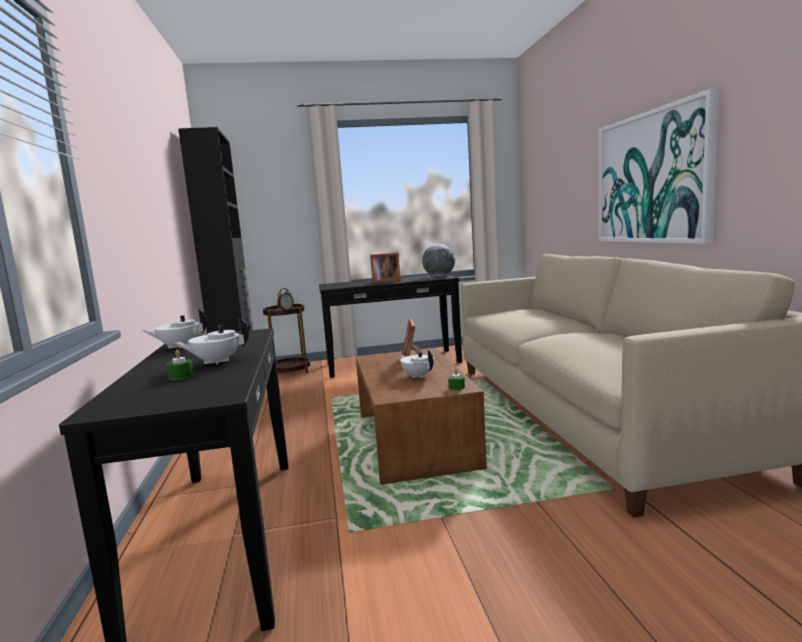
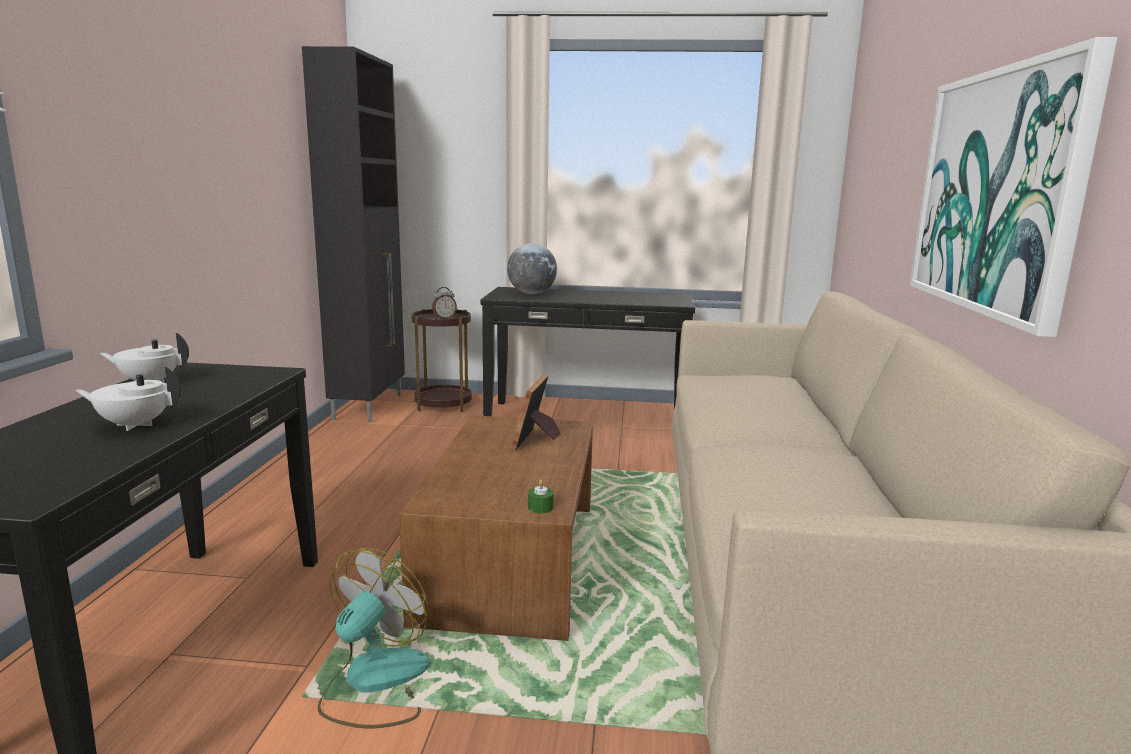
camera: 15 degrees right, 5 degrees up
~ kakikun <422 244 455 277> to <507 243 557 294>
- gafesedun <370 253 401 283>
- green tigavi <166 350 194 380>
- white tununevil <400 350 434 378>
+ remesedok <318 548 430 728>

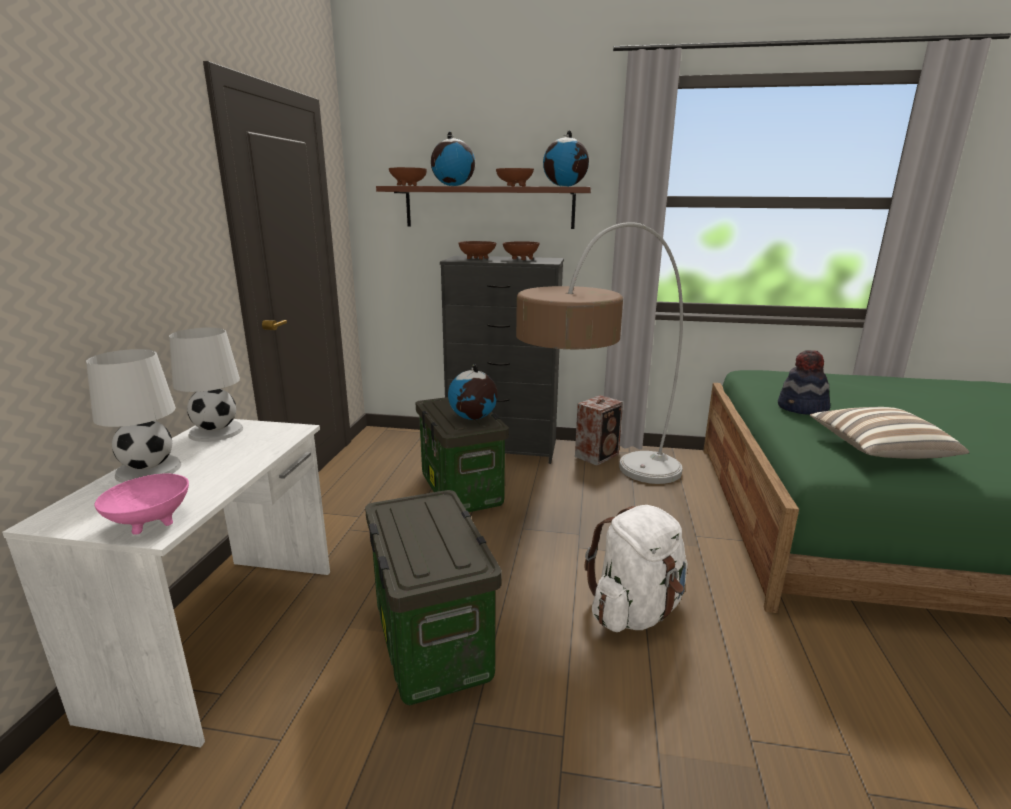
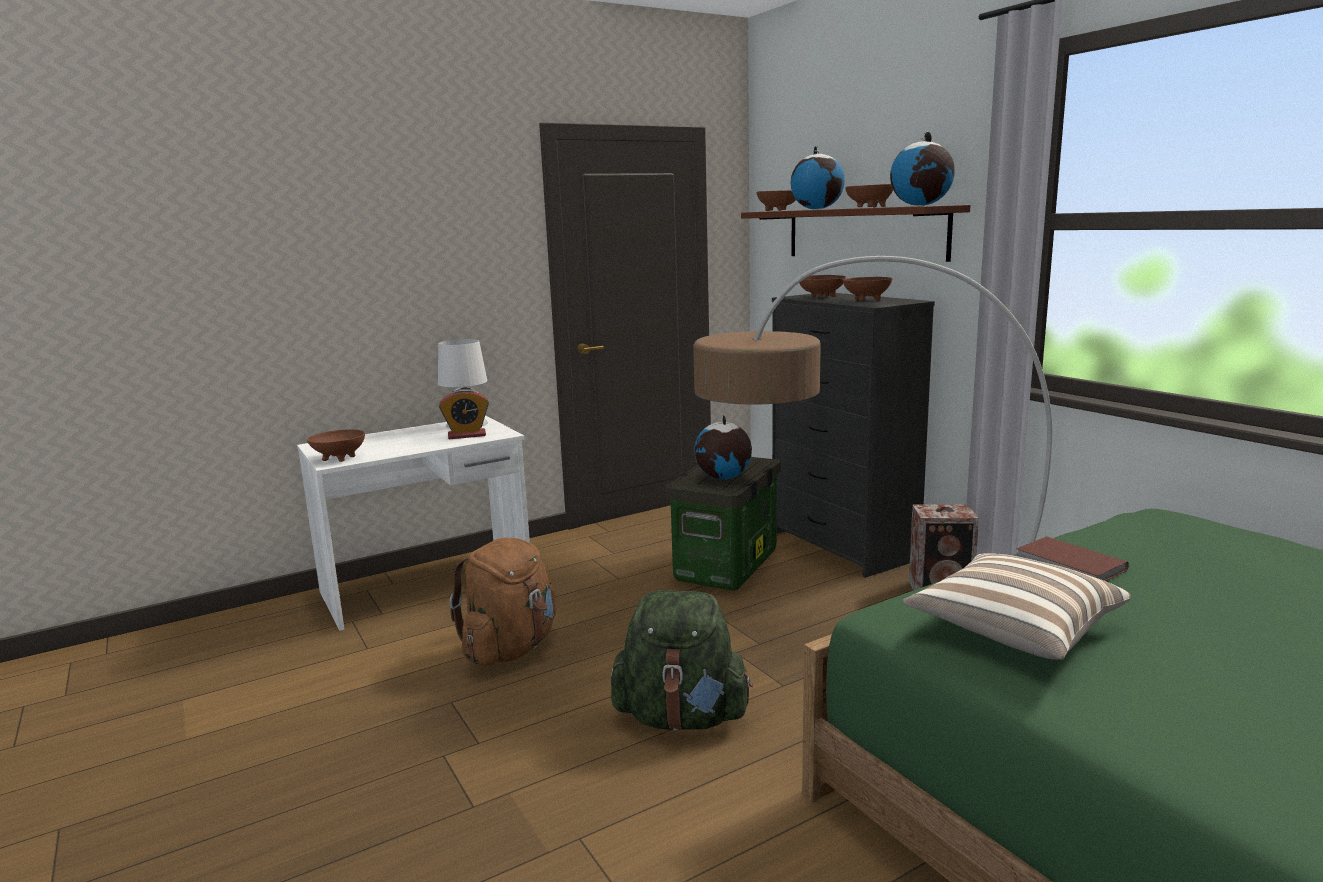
camera: 50 degrees right, 5 degrees down
- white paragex <86 349 181 483>
~ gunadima <778 350 830 415> to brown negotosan <1016 536 1129 581>
~ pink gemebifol <94 473 189 535> to brown gemebifol <307 429 365 462>
~ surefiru <365 490 502 705> to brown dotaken <449 538 556 666>
~ white dotaken <584 505 688 632> to green dotaken <611 590 753 731>
+ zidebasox <439 389 489 439>

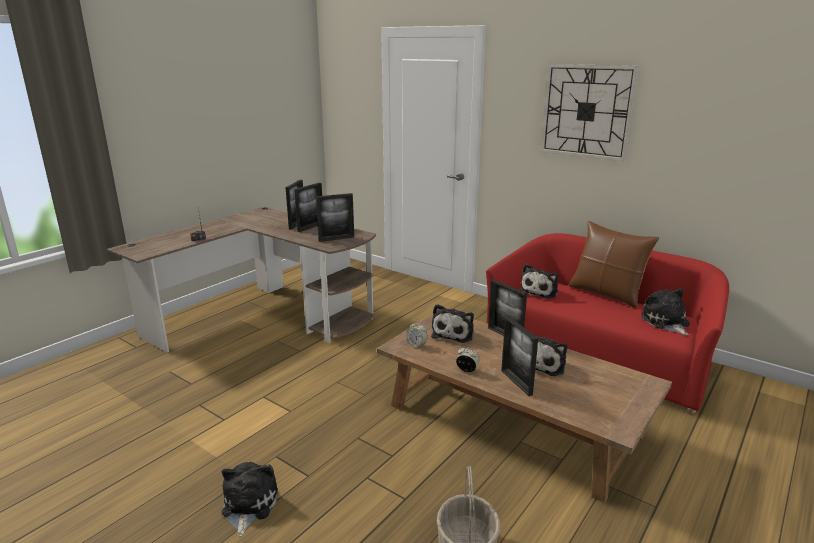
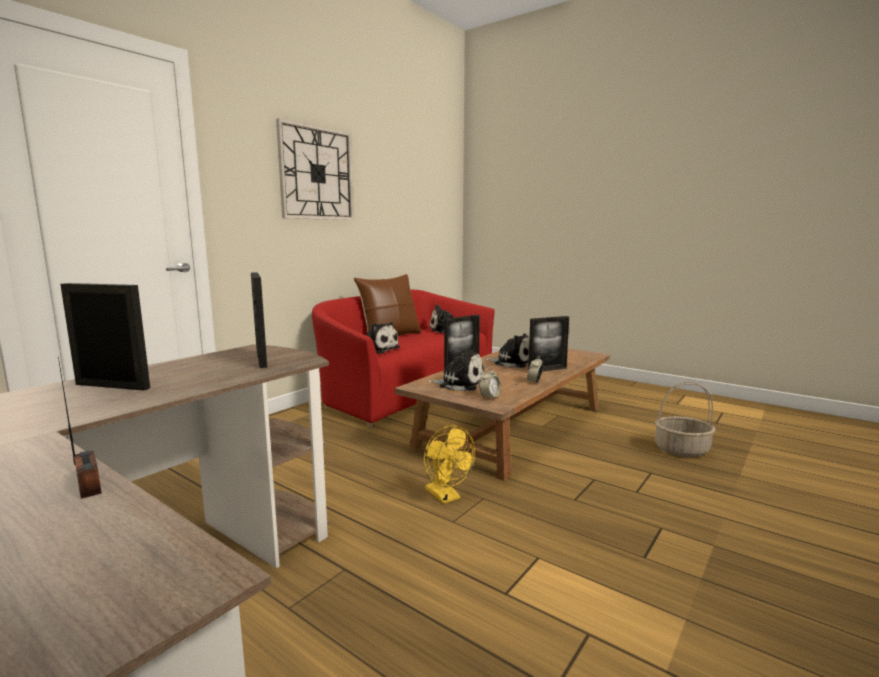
camera: 90 degrees left, 10 degrees down
- gafesedun <294 183 322 232>
- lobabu <221 462 278 536>
+ yellow remesedok <424 425 475 504>

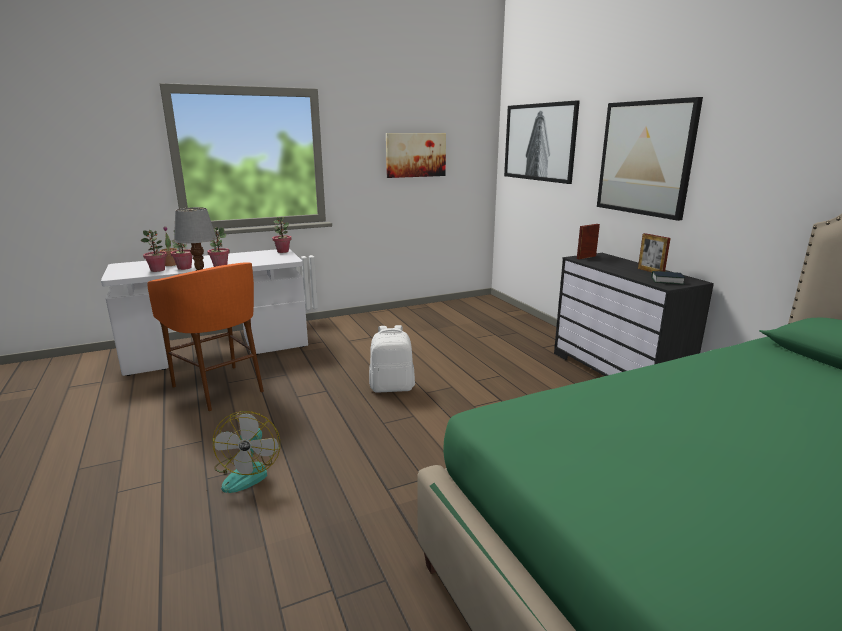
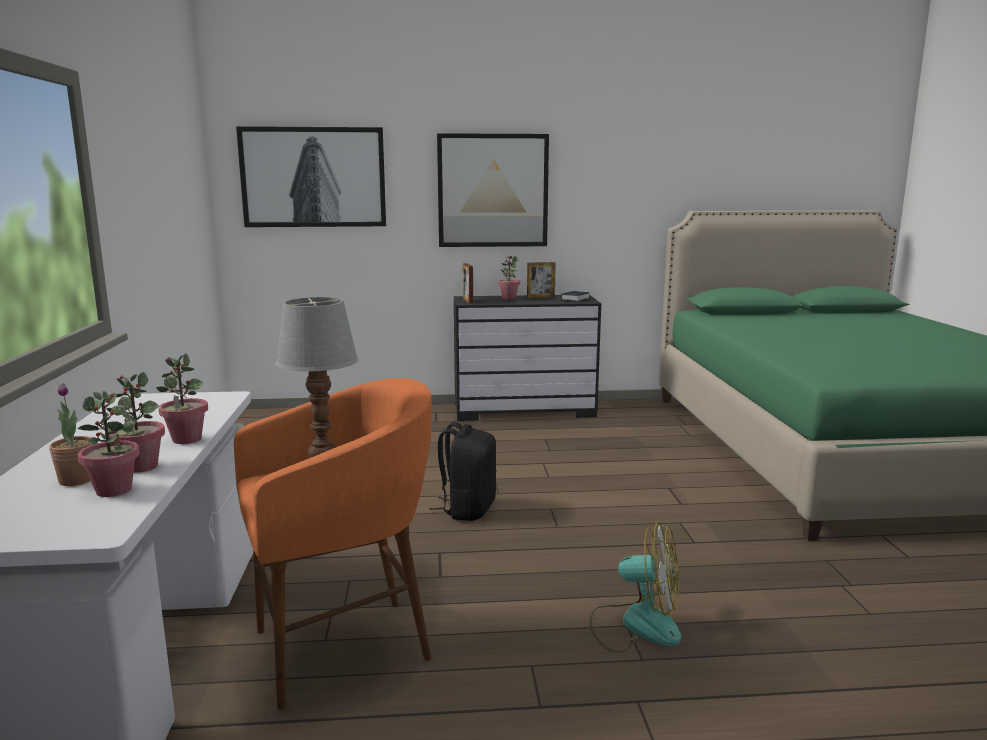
camera: 70 degrees left, 5 degrees down
- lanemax <386 133 446 178>
~ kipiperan <272 217 292 253> to <498 256 520 300>
~ white dotaken <369 325 415 393> to black dotaken <429 422 497 521>

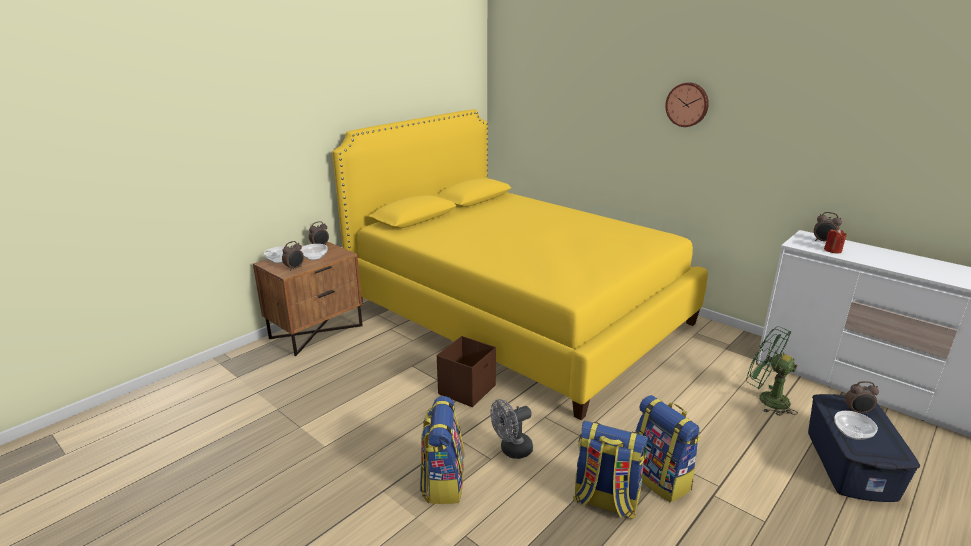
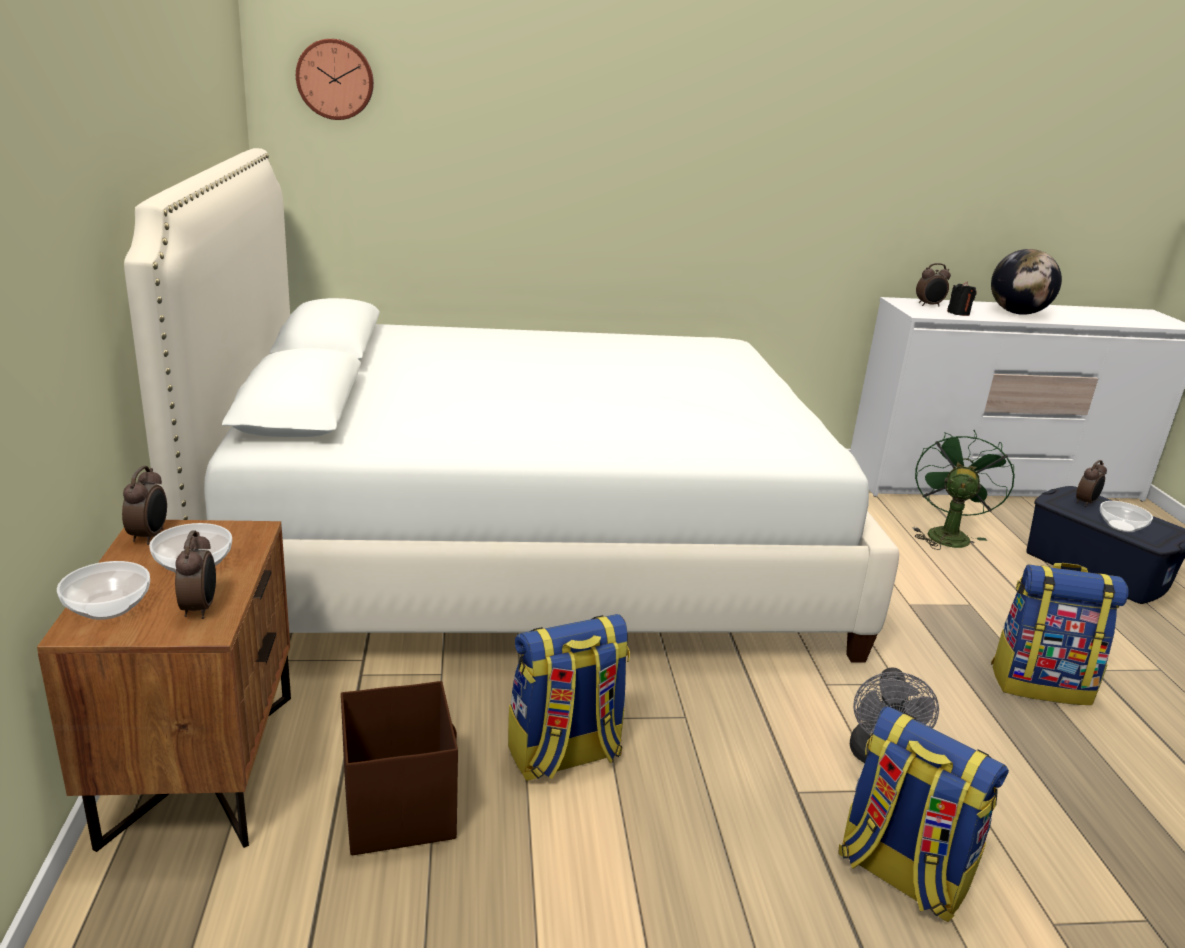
camera: 50 degrees left, 0 degrees up
~ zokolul <665 82 709 127> to <296 39 374 120>
~ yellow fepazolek <332 109 708 420> to white fepazolek <124 148 899 663>
~ red tigavi <824 228 847 254> to black tigavi <947 282 977 316>
~ green remesedok <746 326 798 416> = <912 430 1015 550> 120 degrees clockwise
~ brown surefiru <437 336 496 407> to <341 681 458 855>
~ dotaken <573 421 648 519> to <508 614 630 781>
+ kakikun <991 249 1062 315>

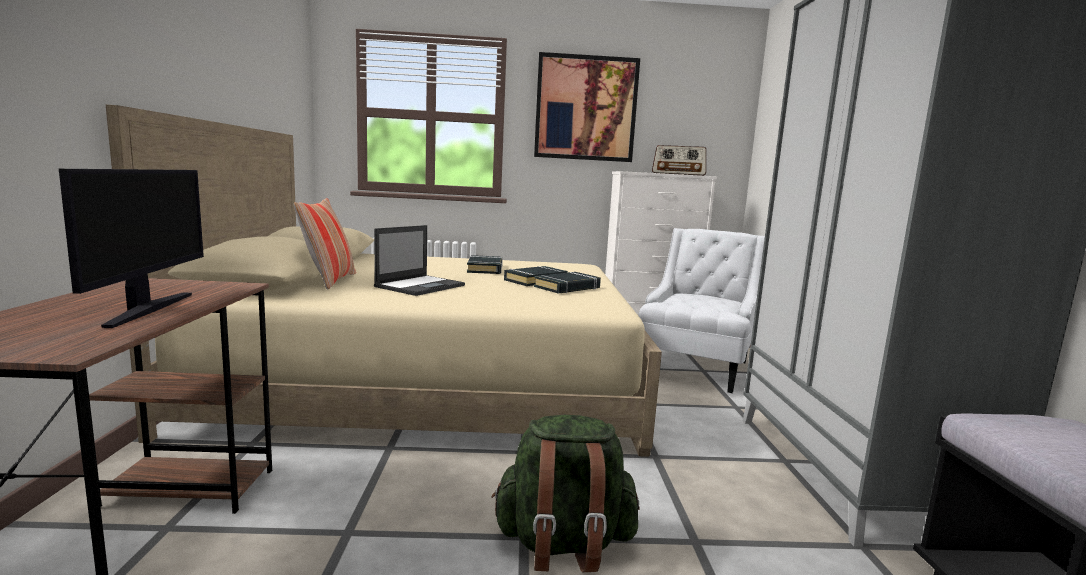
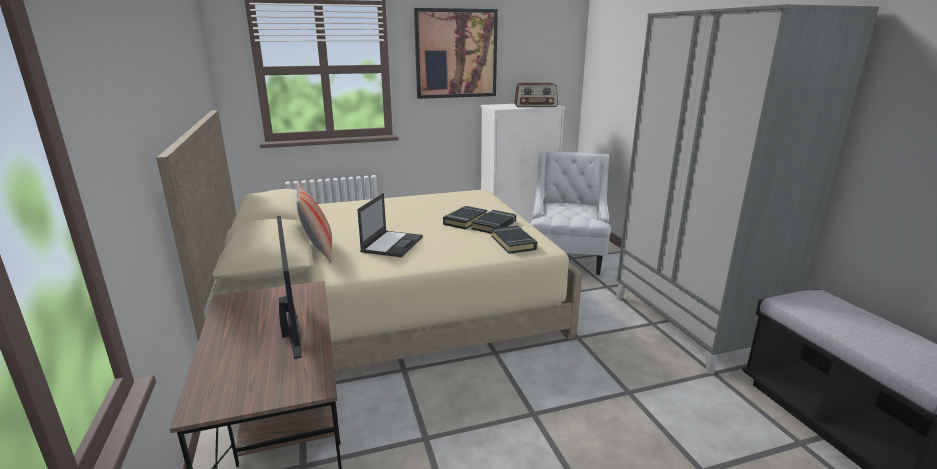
camera: 15 degrees left, 10 degrees up
~ black negotosan <467 255 503 274> to <491 226 537 254>
- green dotaken <492 415 640 572>

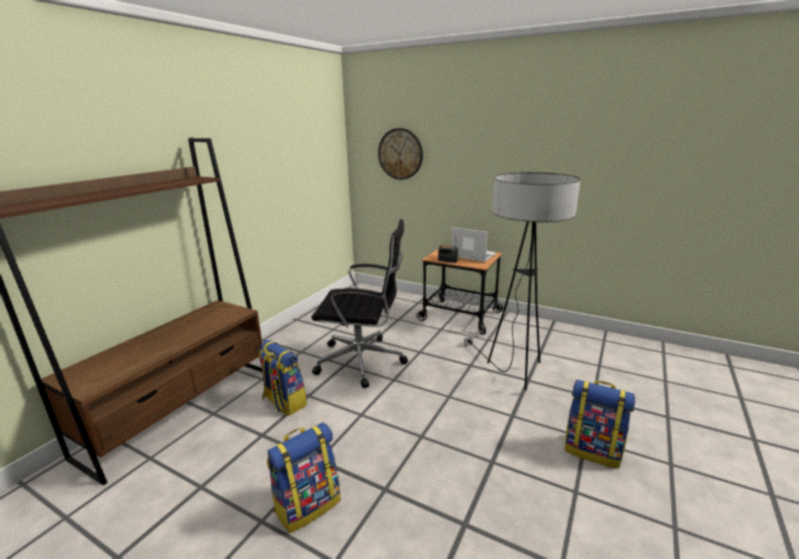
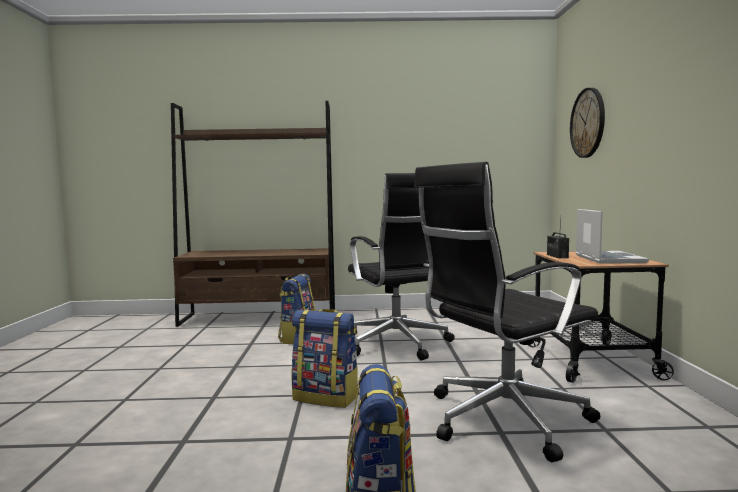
camera: 60 degrees right, 15 degrees down
~ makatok <464 172 581 390> to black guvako <414 162 600 462>
~ dotaken <267 422 340 533> to <291 309 359 408>

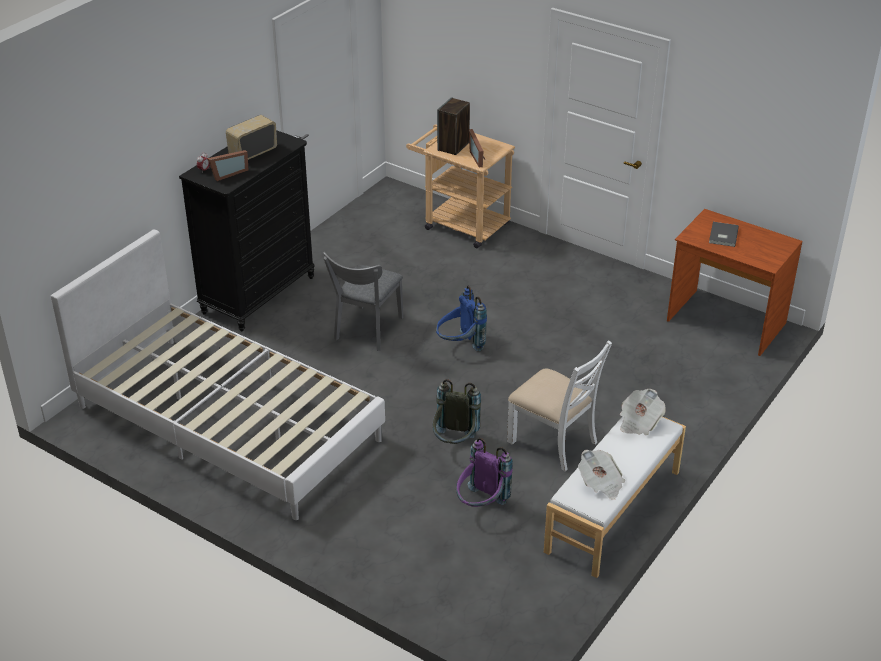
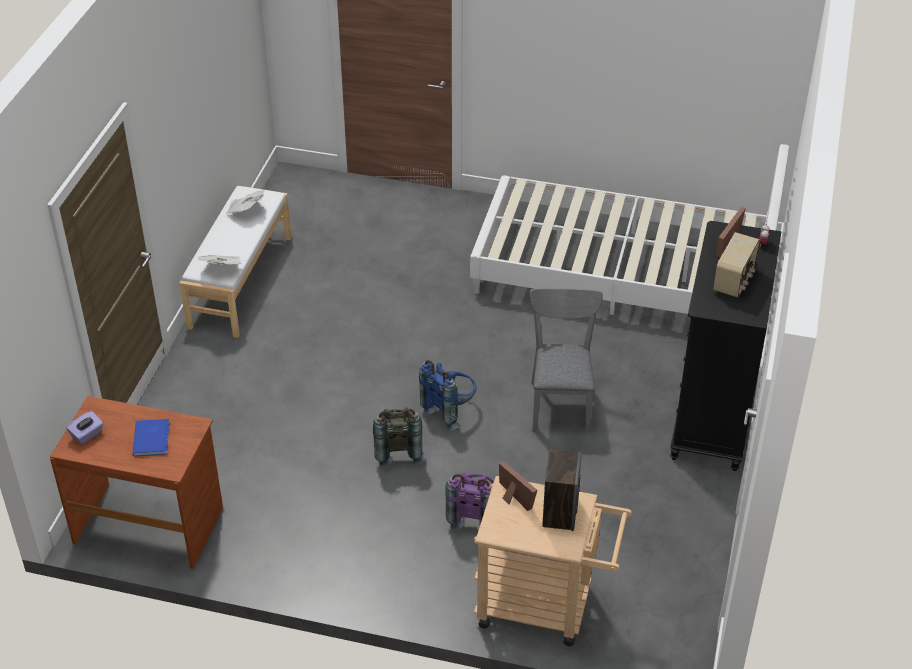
camera: 160 degrees right, 5 degrees up
~ grey negotosan <709 222 739 247> to blue negotosan <133 419 169 456>
- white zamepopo <507 340 612 471>
~ grey dotaken <433 379 481 444> to <373 407 425 468>
~ purple dotaken <456 438 513 507> to <445 472 494 531>
+ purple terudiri <67 411 103 445>

